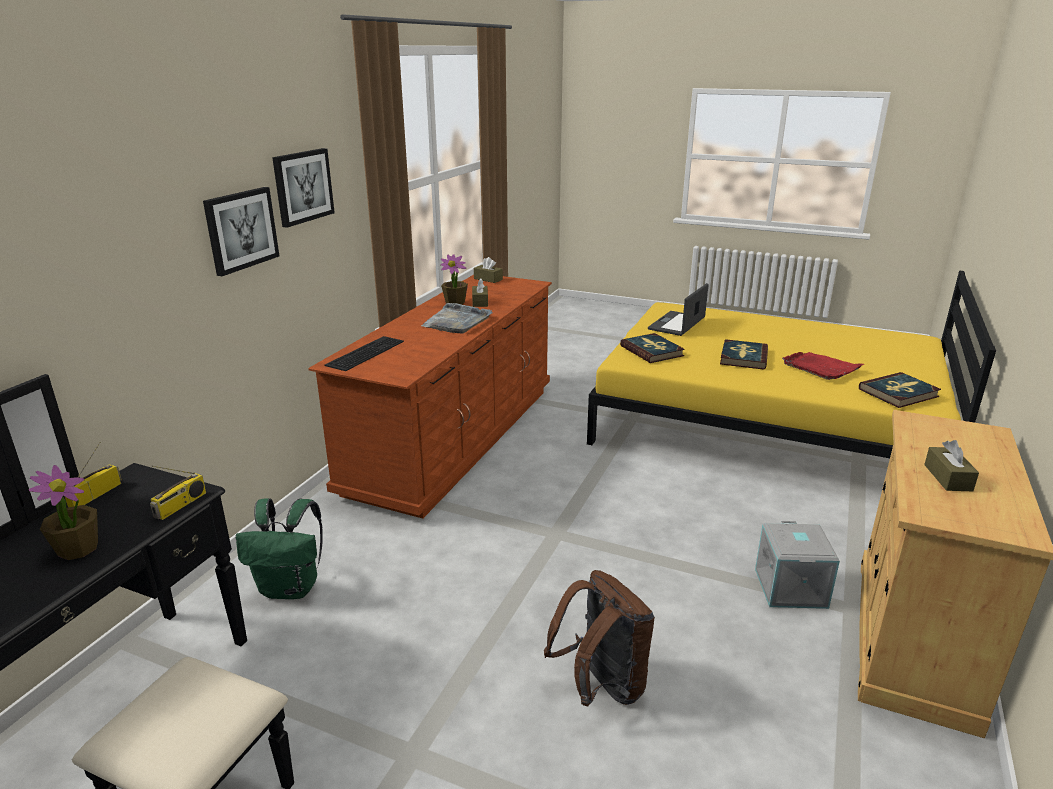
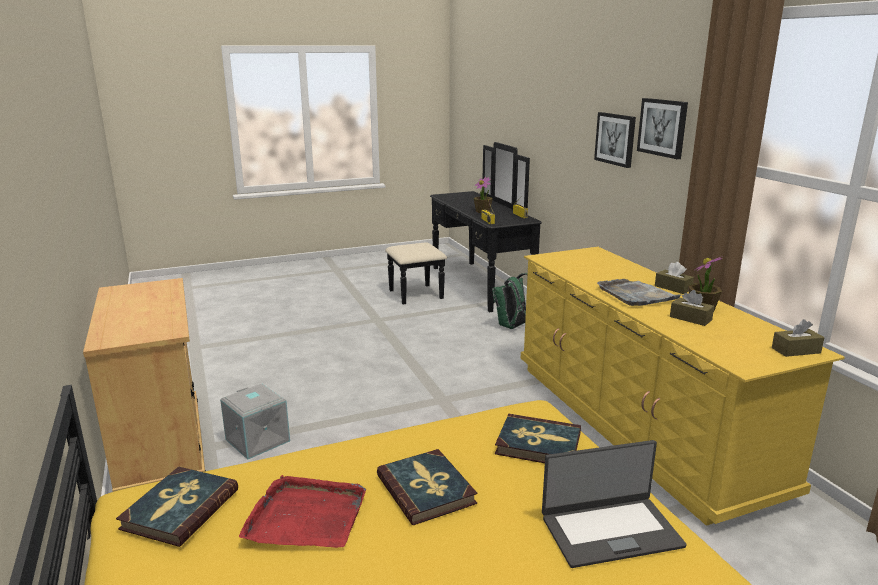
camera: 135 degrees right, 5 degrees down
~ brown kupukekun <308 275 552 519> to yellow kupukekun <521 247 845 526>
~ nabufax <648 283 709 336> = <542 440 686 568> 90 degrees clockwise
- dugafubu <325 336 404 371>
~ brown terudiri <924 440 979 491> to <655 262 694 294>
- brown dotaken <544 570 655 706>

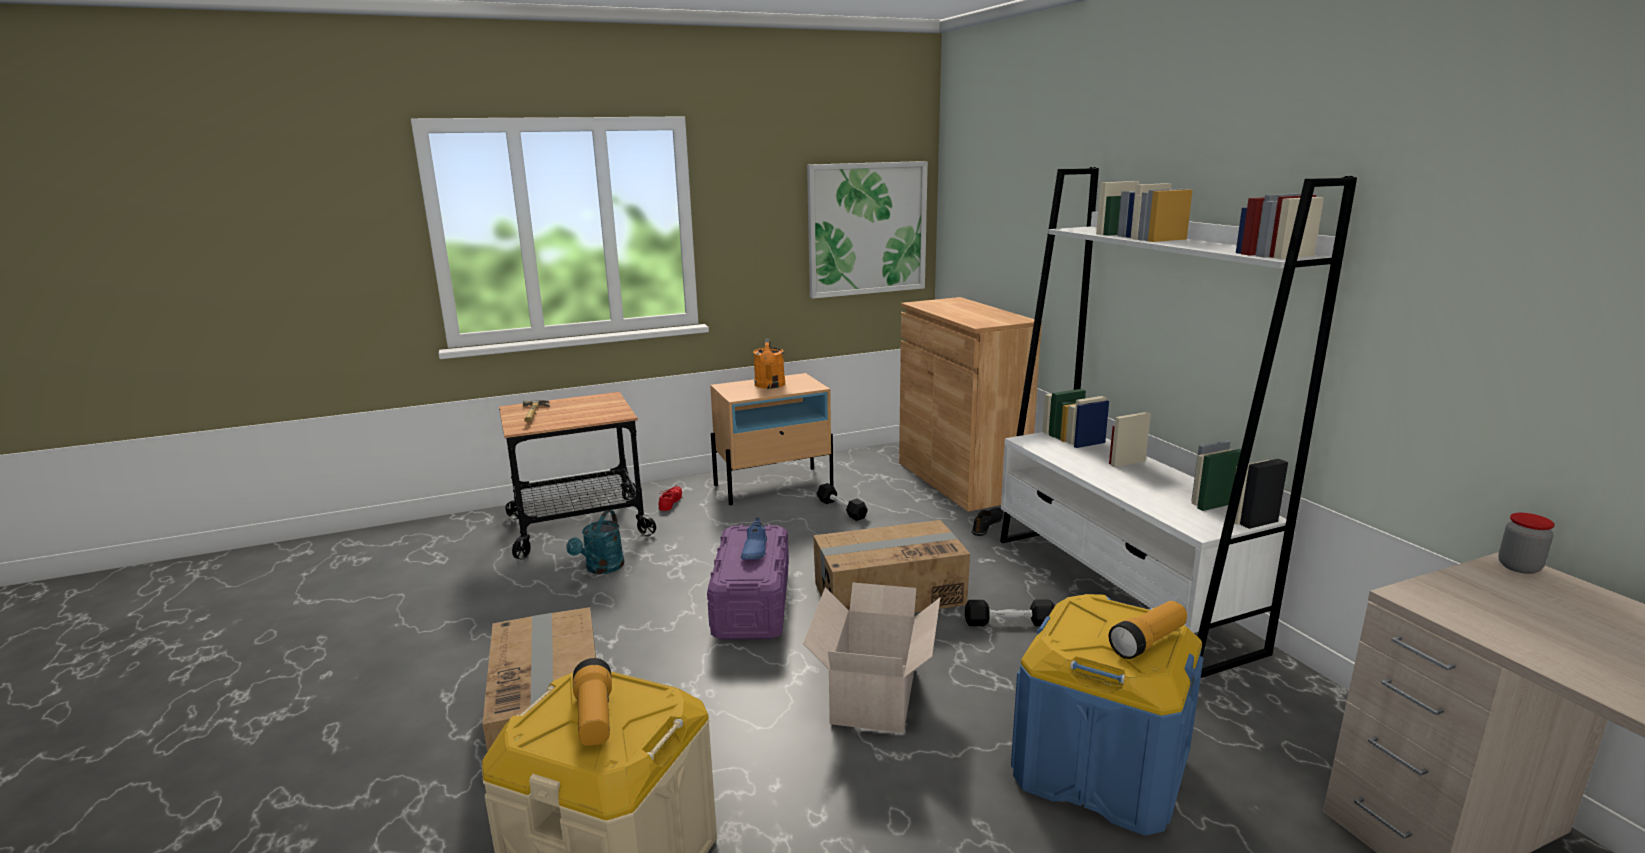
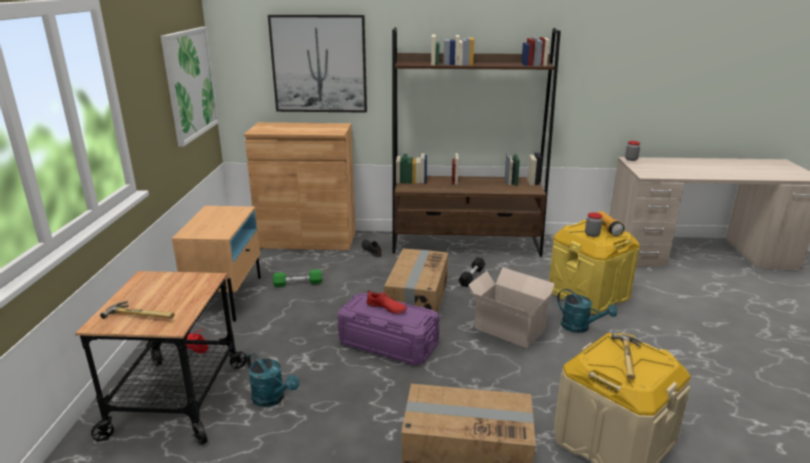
camera: 65 degrees left, 5 degrees up
~ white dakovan <1000 167 1357 678> to brown dakovan <392 27 561 257>
- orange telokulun <753 338 785 389>
~ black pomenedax <817 483 868 521> to green pomenedax <273 269 322 287>
~ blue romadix <741 518 767 559> to red romadix <367 290 407 314>
~ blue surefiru <1011 594 1203 836> to yellow surefiru <549 220 640 314>
~ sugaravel <573 658 612 746> to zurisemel <611 333 642 380>
+ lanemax <268 15 367 113>
+ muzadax <585 212 602 237>
+ turquoise telokulun <557 289 617 333>

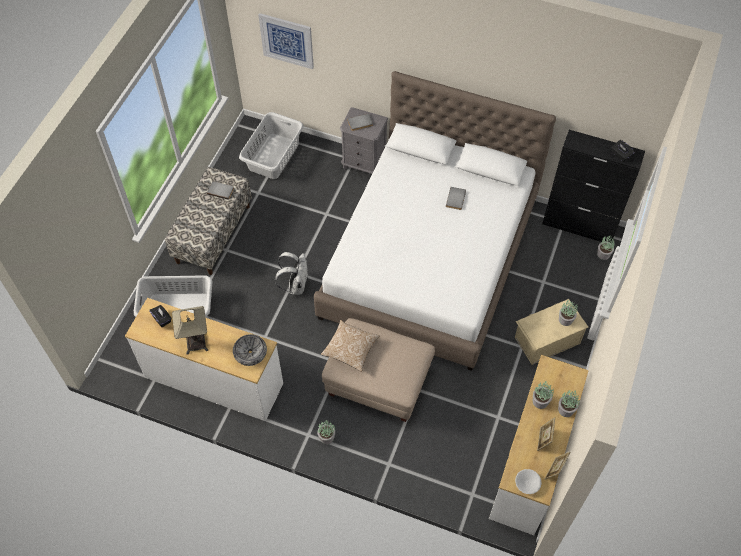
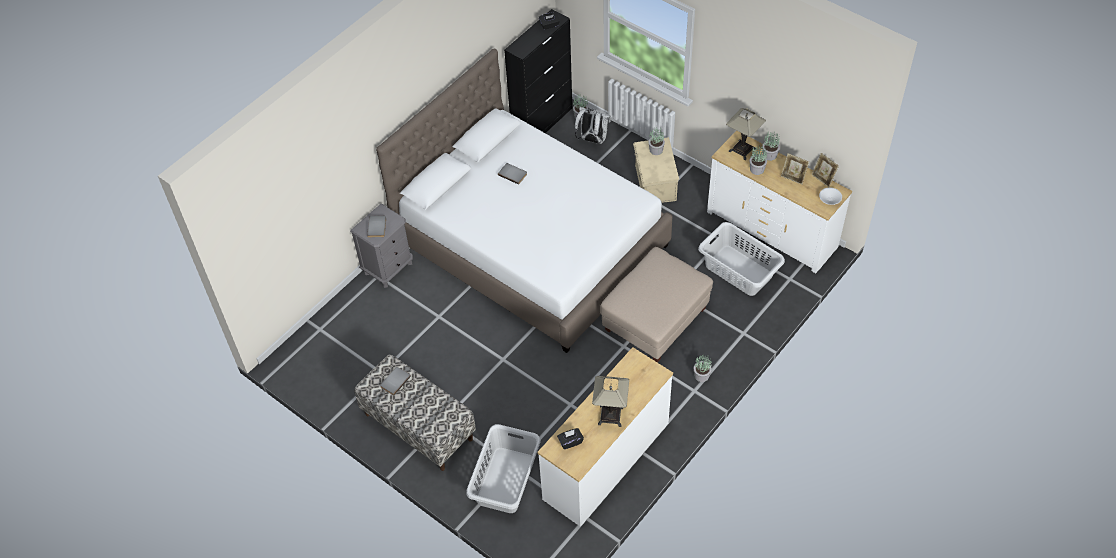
camera: 70 degrees left, 5 degrees down
- lanemax <258 13 314 69>
~ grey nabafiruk <239 112 304 179> to <698 222 785 296>
~ white dotaken <275 252 308 295> to <575 107 611 144>
- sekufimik <321 320 380 372>
- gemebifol <233 334 267 366>
+ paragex <726 108 766 160>

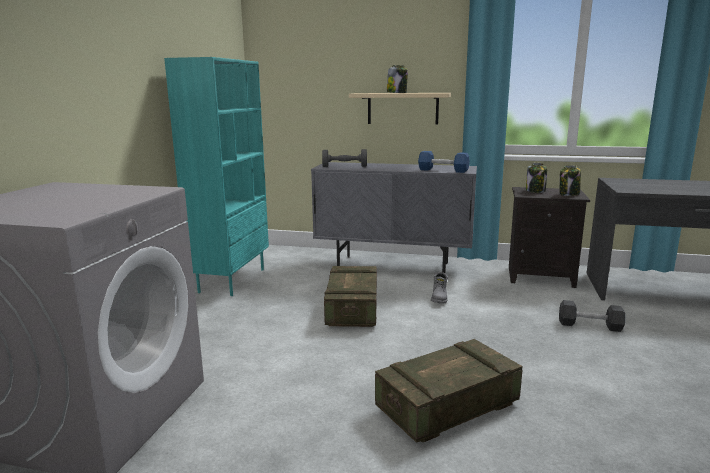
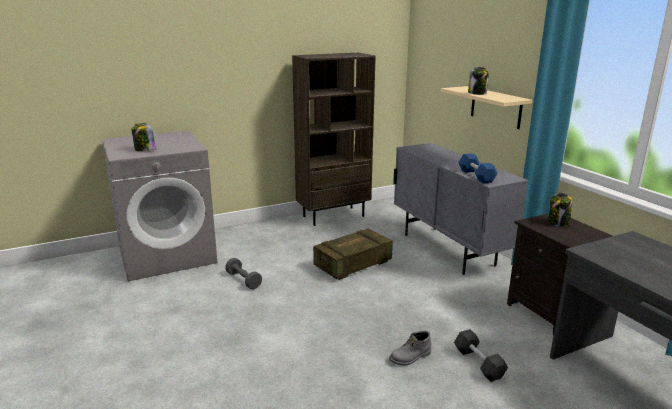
camera: 50 degrees right, 5 degrees up
~ turquoise dakovan <164 57 269 296> to brown dakovan <292 53 376 226>
~ grey pomenedax <322 149 367 167> to <225 258 262 289>
~ muzadax <559 165 581 196> to <131 123 156 151>
~ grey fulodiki <431 272 448 304> to <389 331 431 365>
- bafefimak <375 339 523 443>

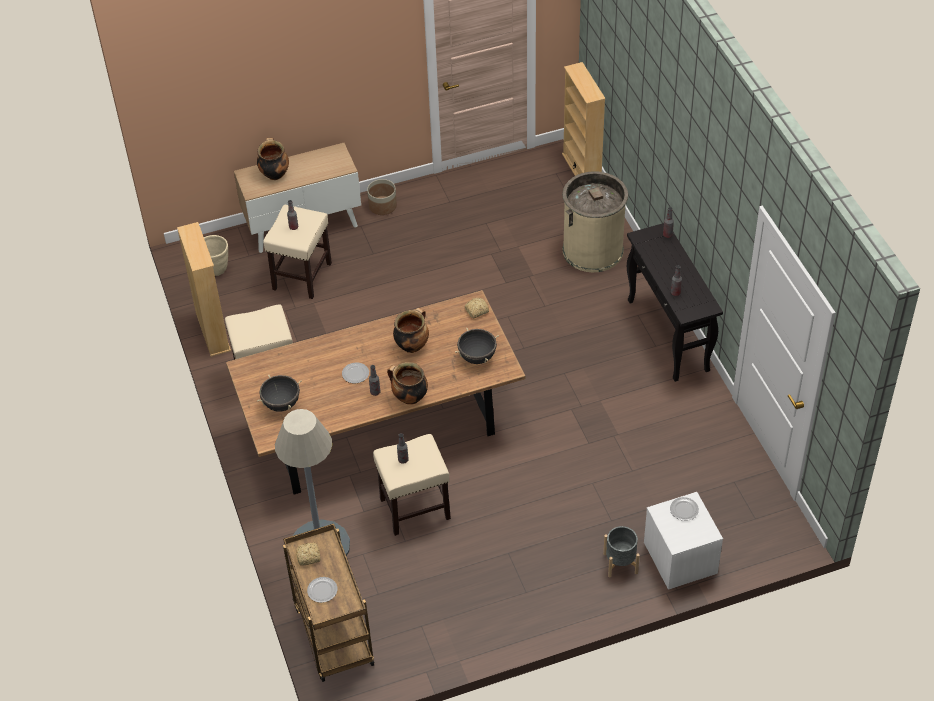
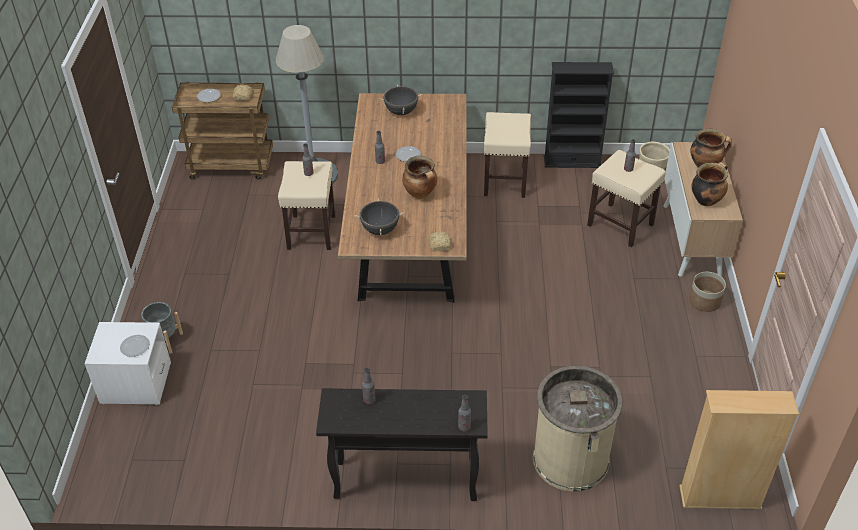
camera: 110 degrees right, 5 degrees down
~ beige dakovan <177 222 231 357> to black dakovan <544 62 614 168>
~ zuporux <387 362 428 405> to <691 162 728 206>

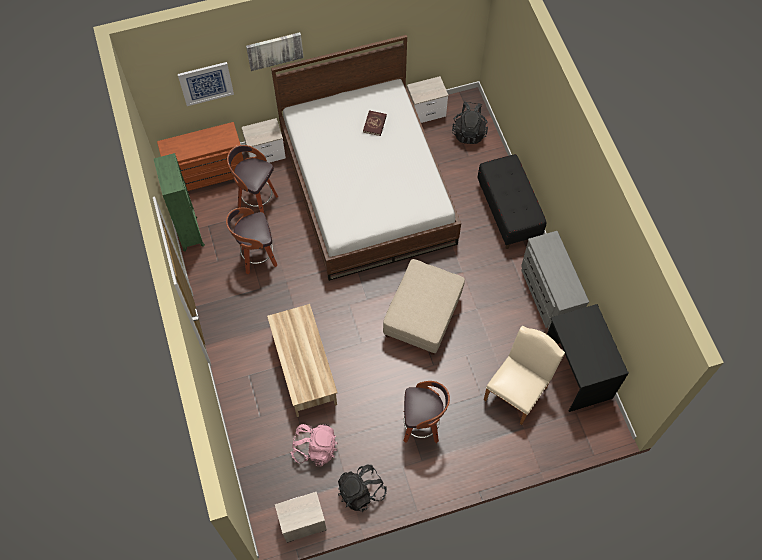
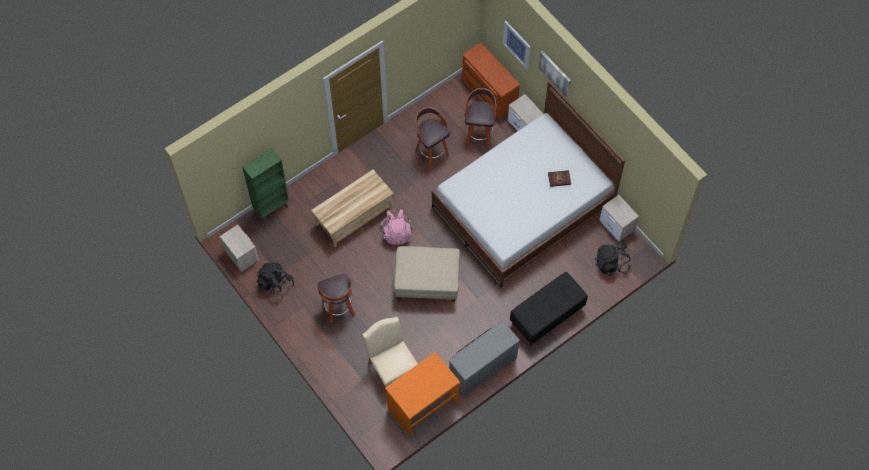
camera: 70 degrees right, 0 degrees up
~ green dakovan <154 153 205 252> to <242 148 290 222>
~ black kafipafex <547 304 629 412> to orange kafipafex <385 352 460 438>
~ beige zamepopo <484 326 565 425> = <362 316 418 390> 135 degrees counterclockwise
~ pink dotaken <290 424 338 466> to <381 209 413 245>

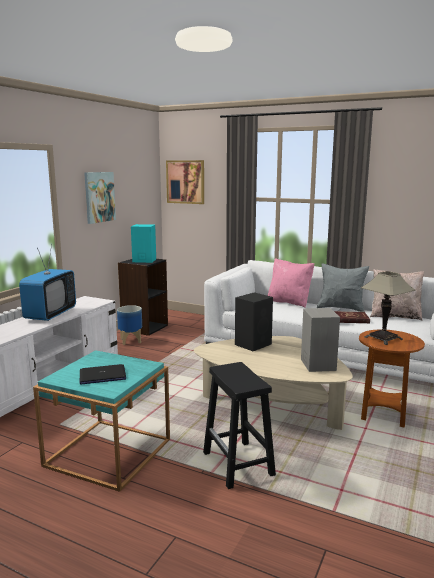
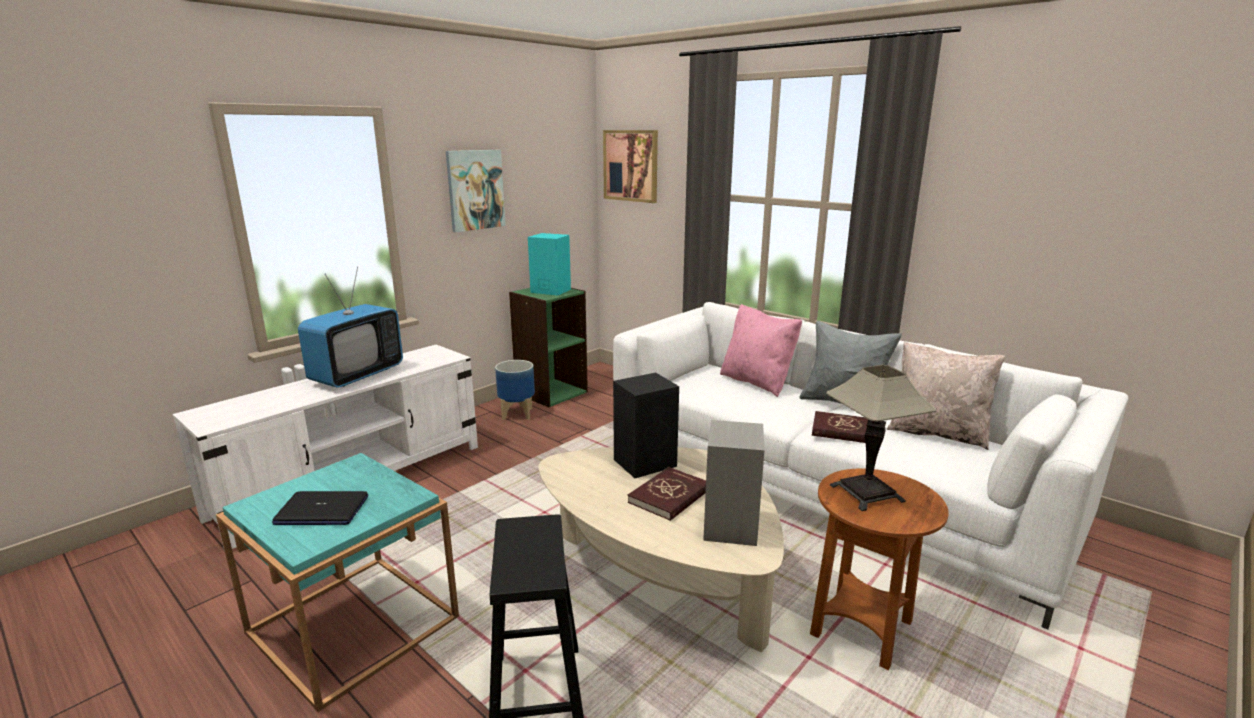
camera: 15 degrees right, 5 degrees up
~ black dakovan <118 259 168 336> to green dakovan <509 288 588 407>
+ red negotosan <628 467 706 521>

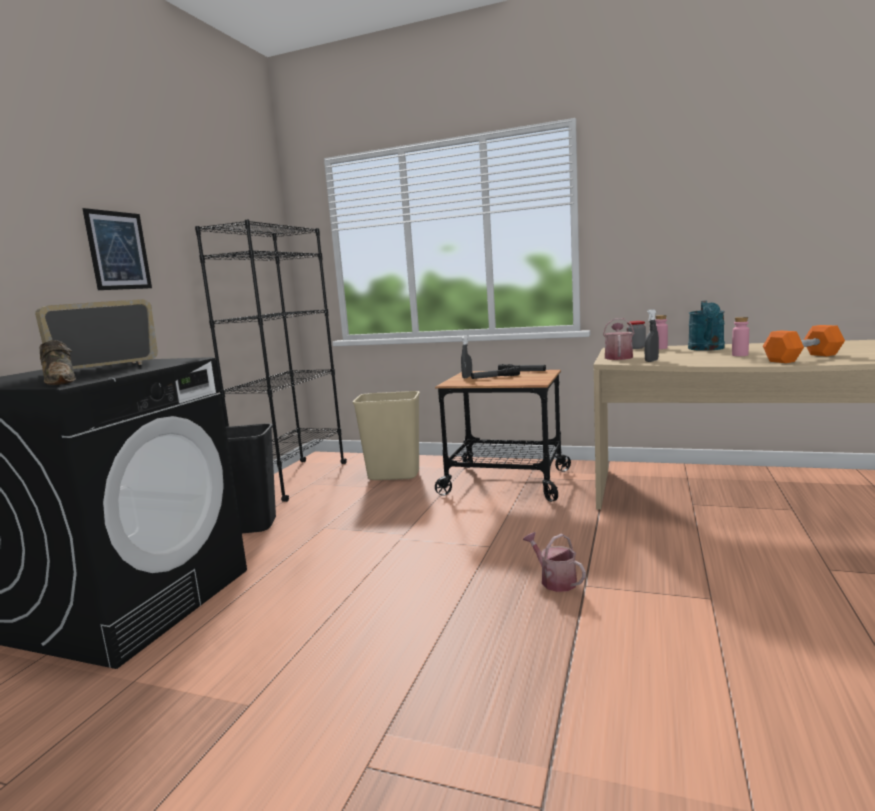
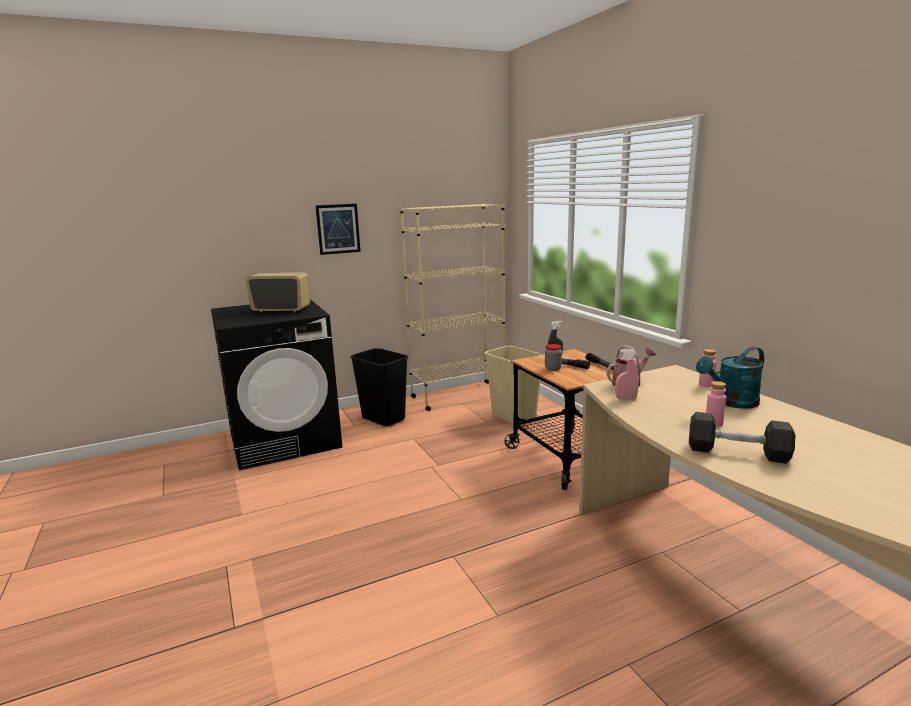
camera: 45 degrees right, 5 degrees up
~ black dakovan <195 220 347 502> to beige dakovan <400 203 505 411>
~ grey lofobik <644 309 659 362> to pink lofobik <615 349 639 400>
~ muzadax <626 321 646 349> to <545 344 562 371>
~ orange pomenedax <763 325 845 363> to grey pomenedax <689 412 795 464>
- brown romadix <39 340 76 385>
- telokulun <523 532 586 592>

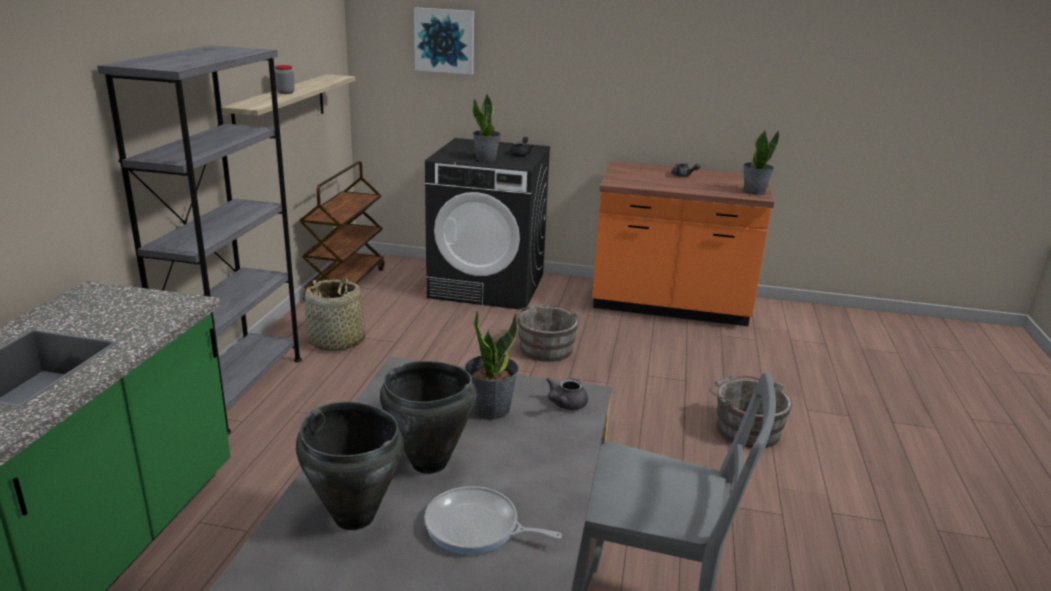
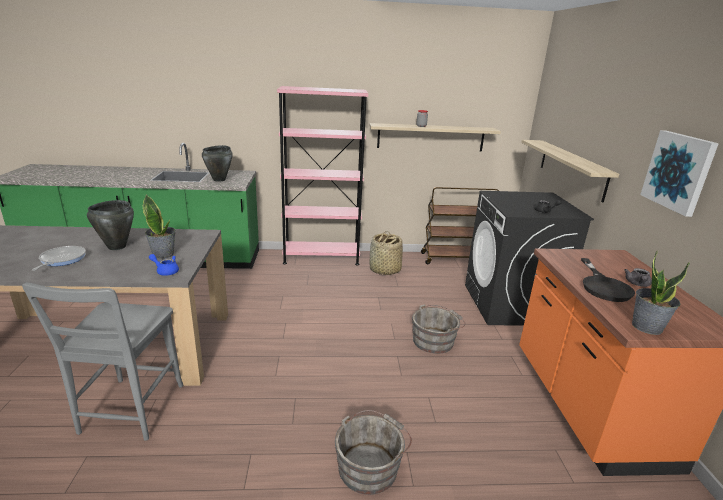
camera: 75 degrees right, 0 degrees up
~ lanemax <414 8 474 75> to <640 130 719 217>
~ grey dakovan <97 46 302 434> to pink dakovan <277 86 368 266>
- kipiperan <473 94 501 161>
~ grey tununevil <546 378 588 410> to blue tununevil <149 254 179 276>
~ black zuporux <296 402 404 530> to <202 145 233 182>
+ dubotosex <521 140 619 203>
+ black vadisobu <581 258 635 302>

